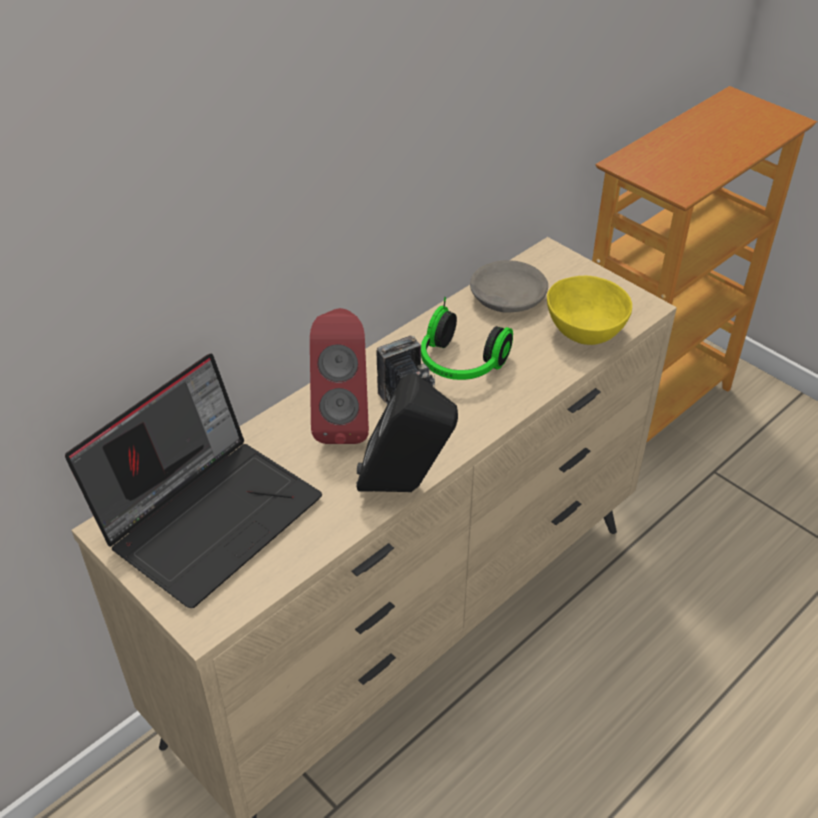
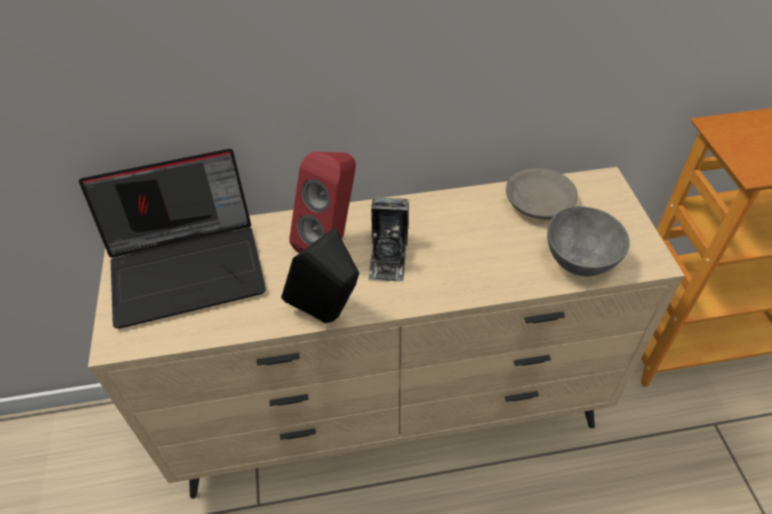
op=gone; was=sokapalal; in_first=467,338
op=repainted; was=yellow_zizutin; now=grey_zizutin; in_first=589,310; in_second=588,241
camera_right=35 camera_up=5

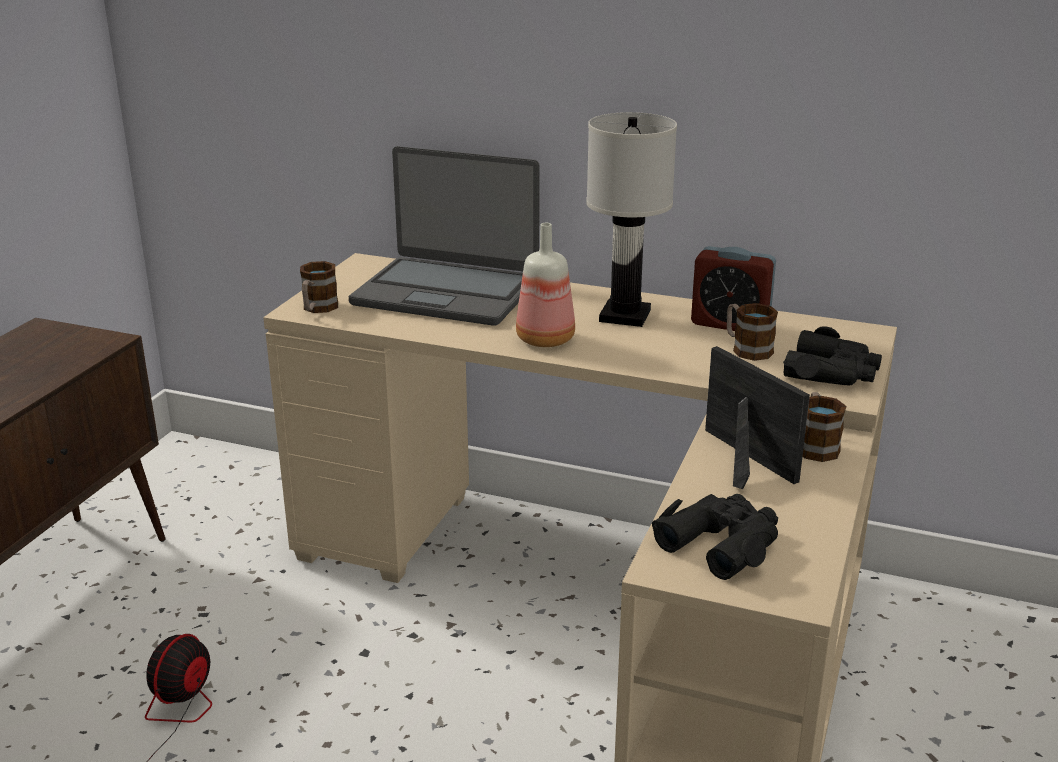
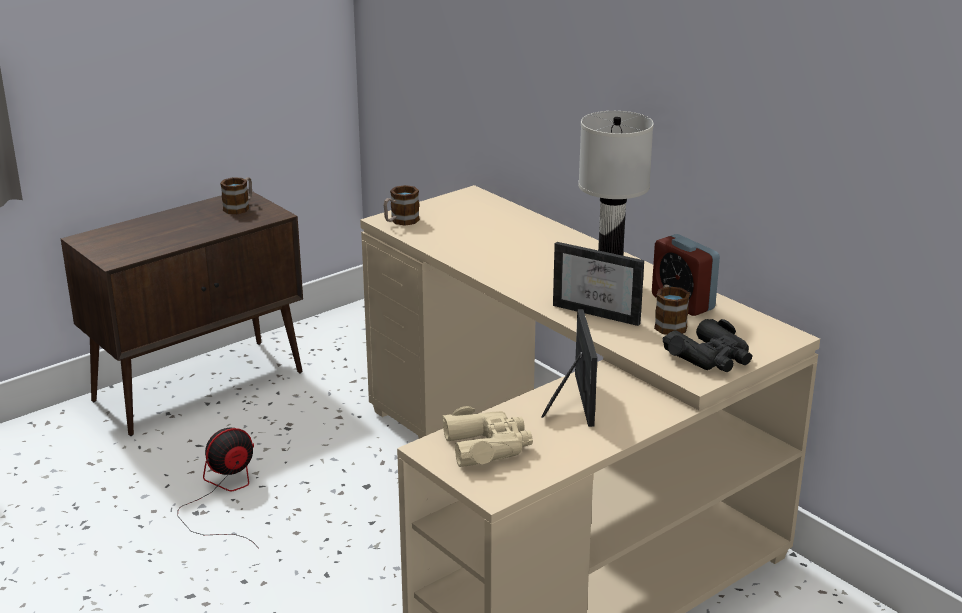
op=gone; was=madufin; in_first=444,236
op=gone; was=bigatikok; in_first=545,285
op=new; now=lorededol; in_second=598,284
op=shifted; was=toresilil; in_first=824,427; in_second=236,195
op=repainted; was=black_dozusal; now=beige_dozusal; in_first=715,537; in_second=487,436
camera_right=30 camera_up=0

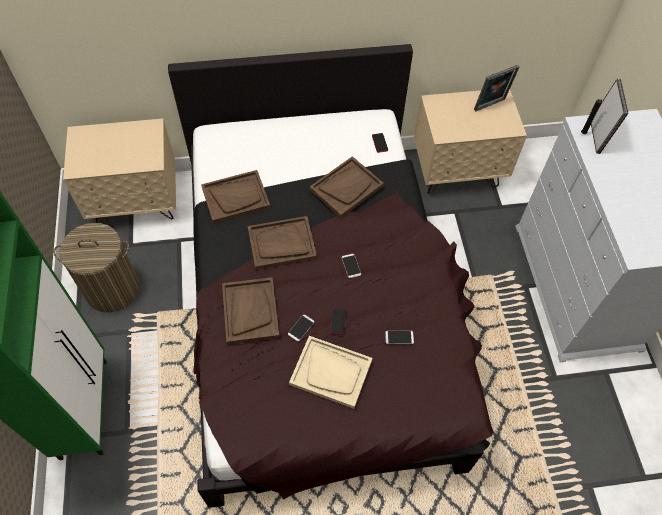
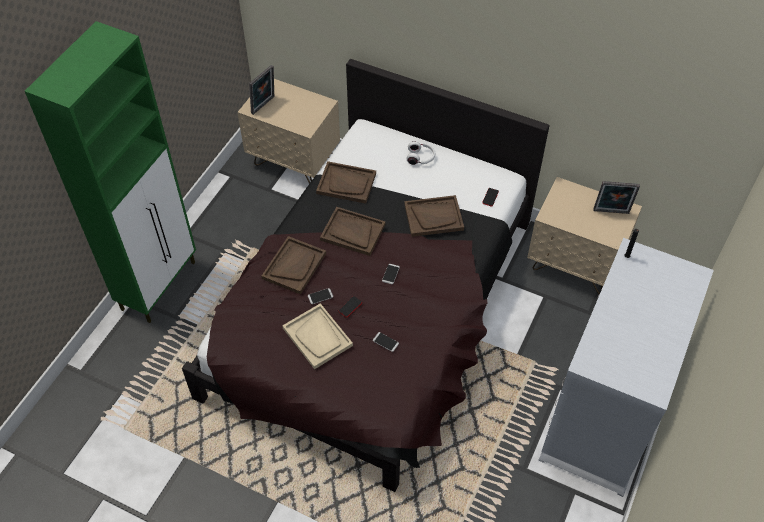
op=gone; was=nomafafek; in_first=96,268
op=new; now=white_sokapalal; in_second=420,153
op=shifted; was=lorededol; in_first=610,116; in_second=261,90
camera_right=35 camera_up=-5

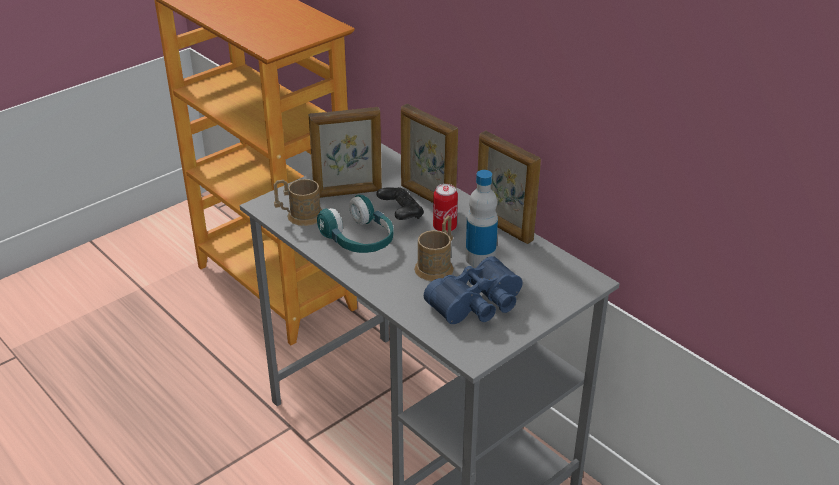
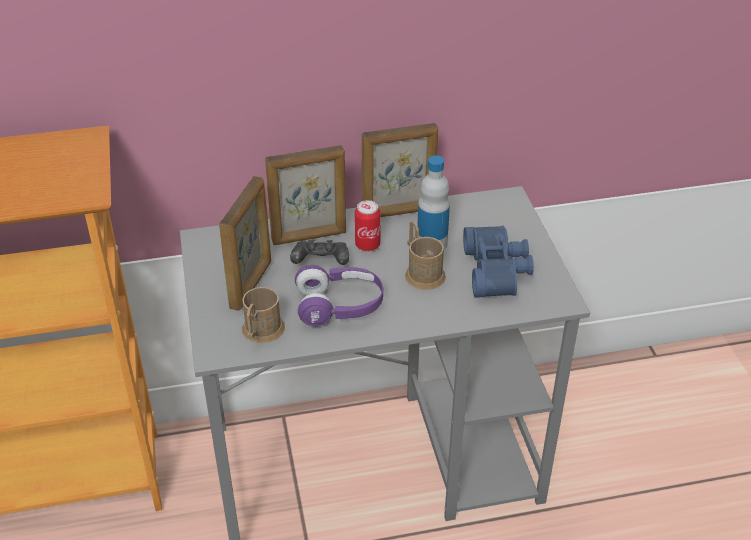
op=repainted; was=turquoise_sokapalal; now=purple_sokapalal; in_first=355,224; in_second=339,296
camera_right=-60 camera_up=5

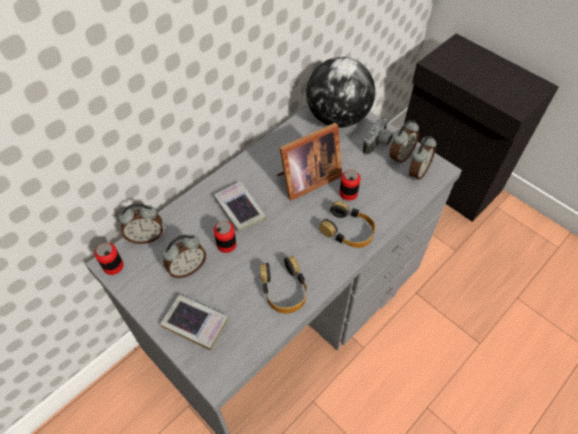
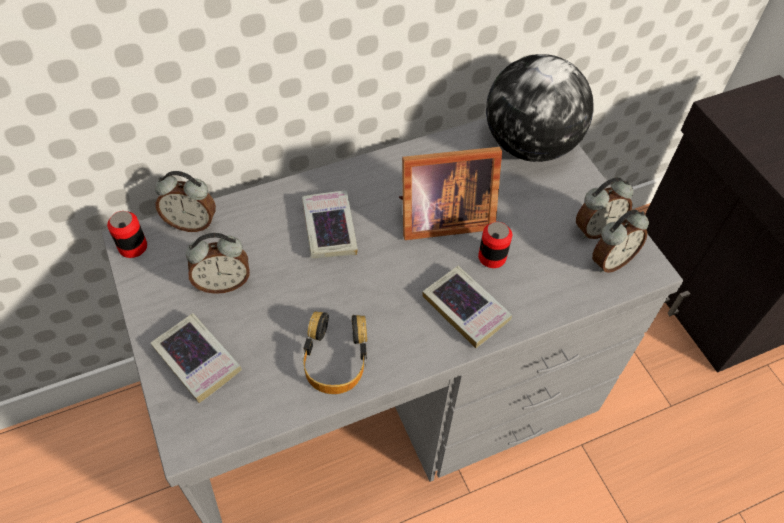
op=gone; was=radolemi; in_first=225,237
op=gone; was=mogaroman; in_first=378,136
op=swapped; was=sokapalal; now=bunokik; in_first=347,224; in_second=467,307
camera_right=20 camera_up=0

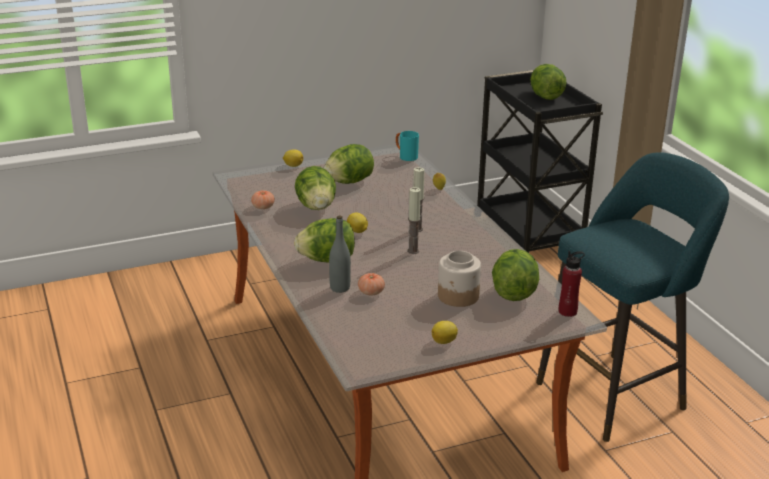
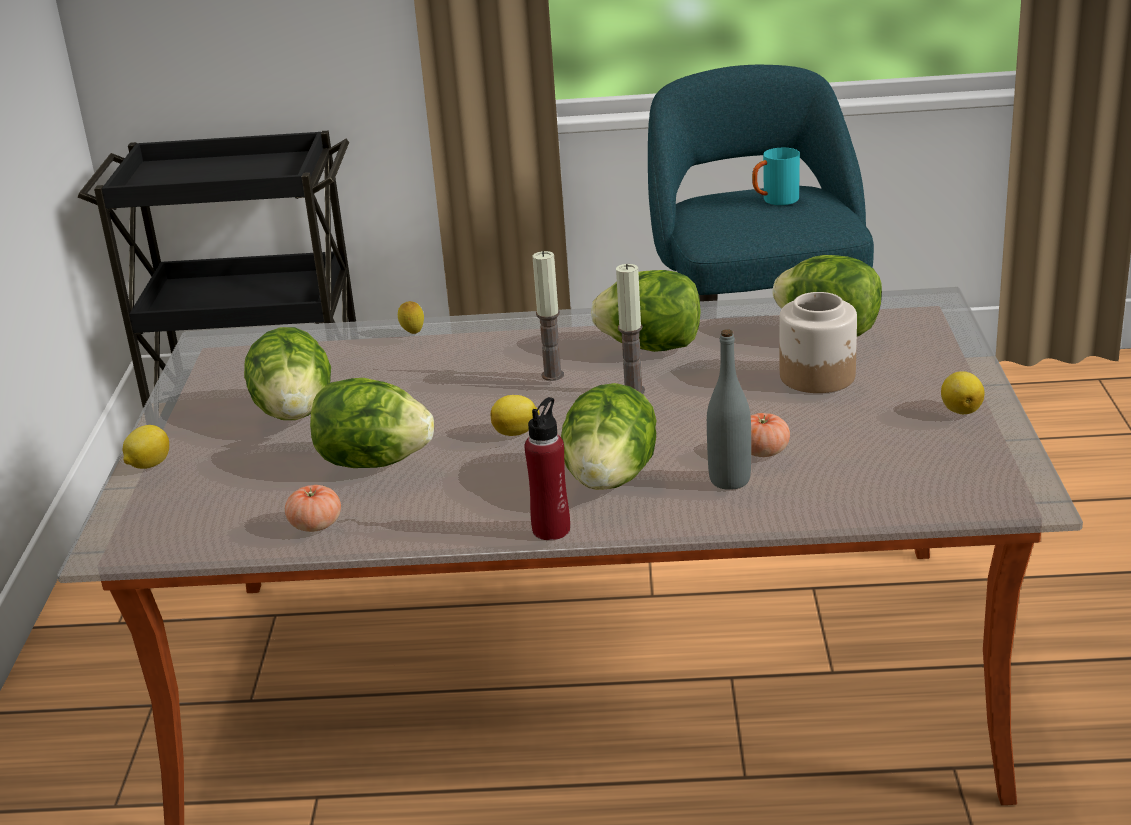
op=shifted; was=turquoise_toresilil; in_first=407,146; in_second=776,176
op=shifted; was=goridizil; in_first=548,82; in_second=646,311
op=shifted; was=red_bigatikok; in_first=572,284; in_second=547,468
camera_right=-65 camera_up=0

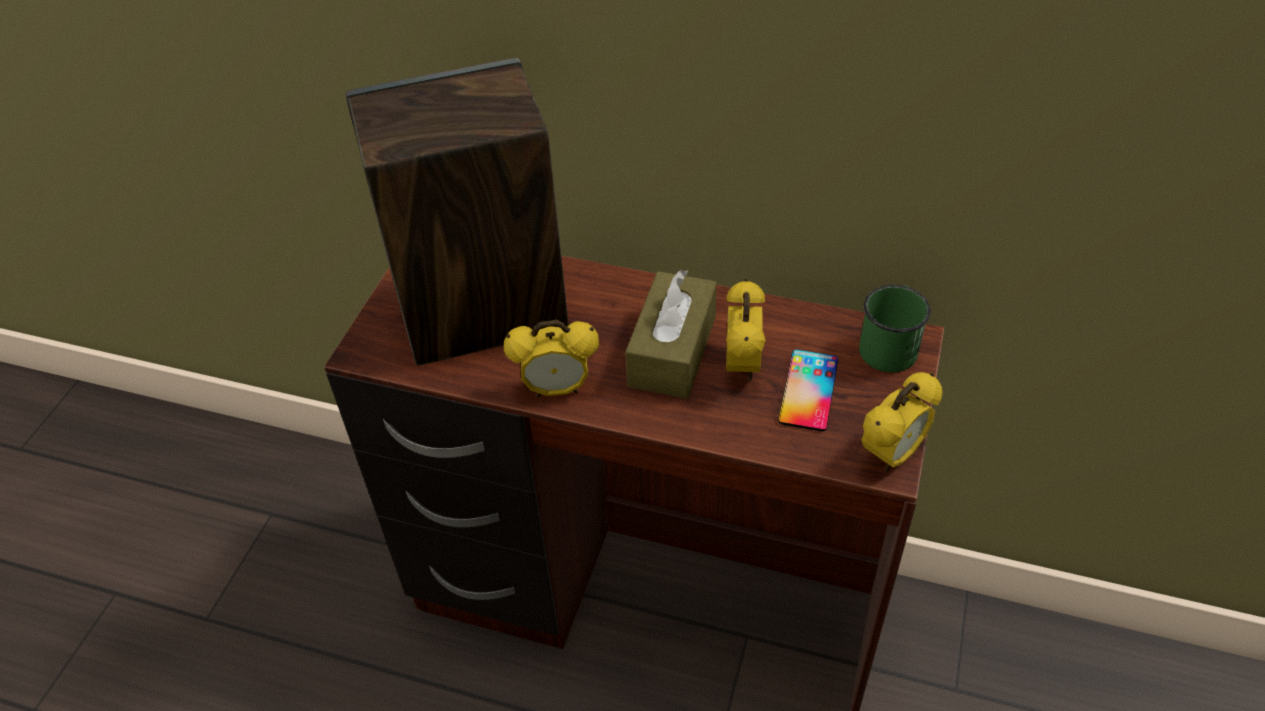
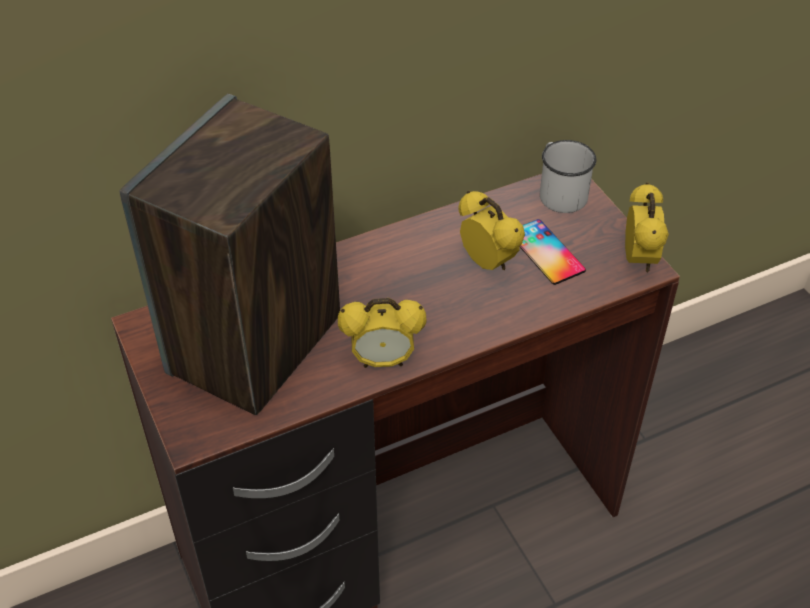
op=gone; was=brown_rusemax; in_first=671,334
op=repainted; was=green_toresilil; now=white_toresilil; in_first=895,329; in_second=568,176
op=rotated; was=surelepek; in_first=551,358; in_second=382,333; clockwise=45
camera_right=-45 camera_up=0

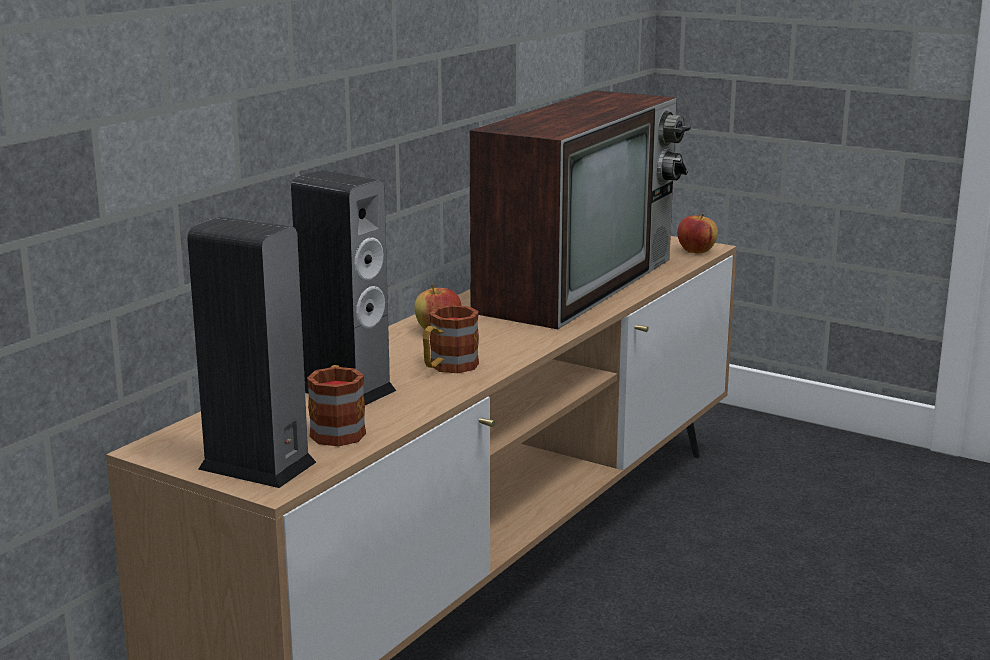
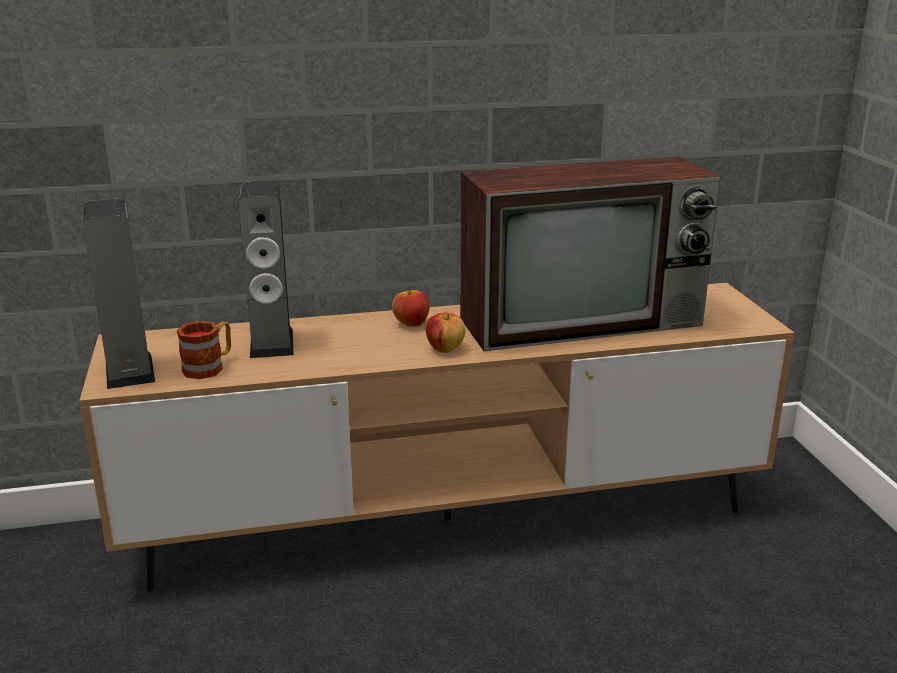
op=gone; was=toresilil; in_first=451,339
op=shifted; was=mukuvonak; in_first=697,233; in_second=446,332
camera_right=45 camera_up=5

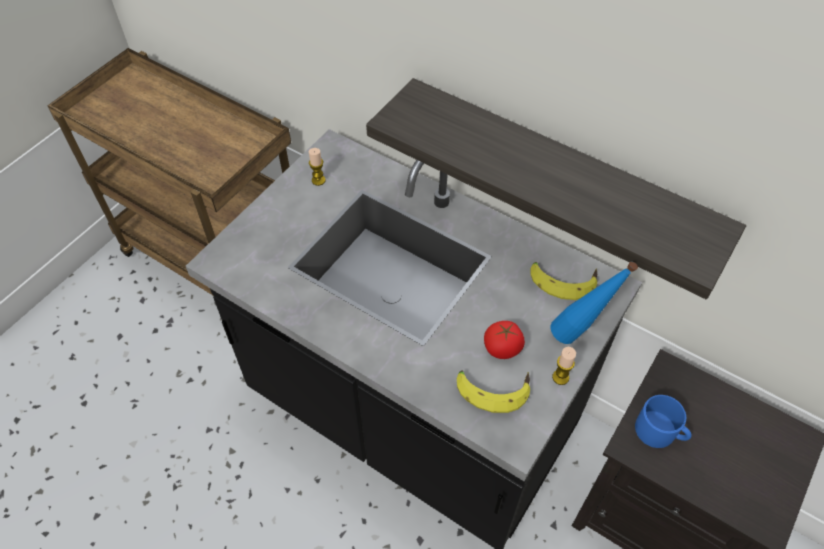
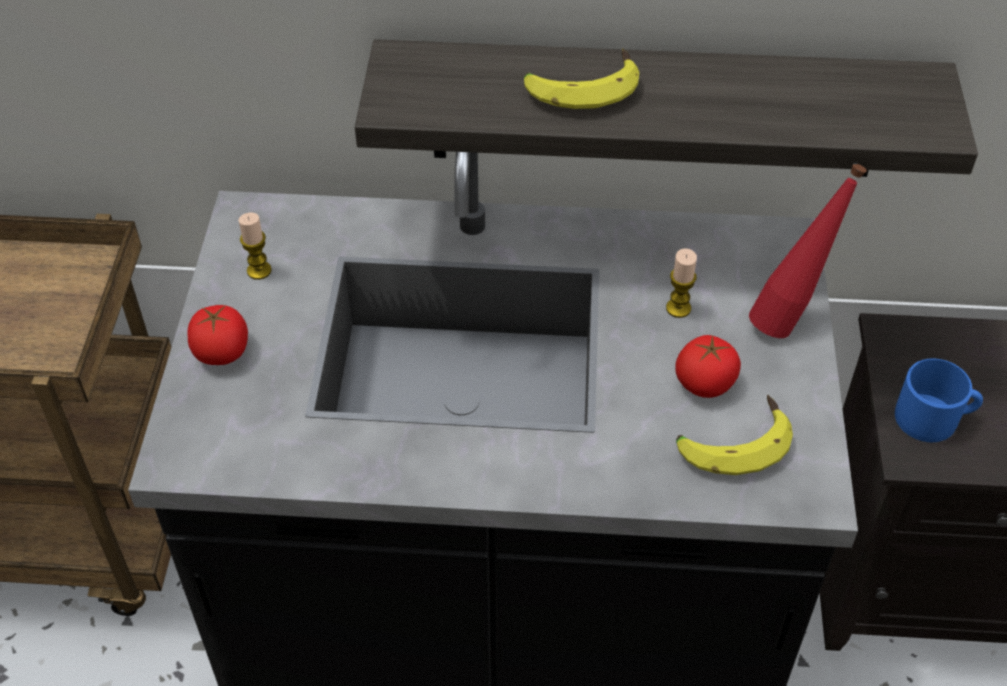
op=new; now=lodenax; in_second=217,335
op=shifted; was=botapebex; in_first=564,281; in_second=581,78
op=shifted; was=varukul; in_first=564,366; in_second=681,283
op=repainted; was=blue_bigatikok; now=red_bigatikok; in_first=594,302; in_second=808,251
camera_right=-30 camera_up=-5

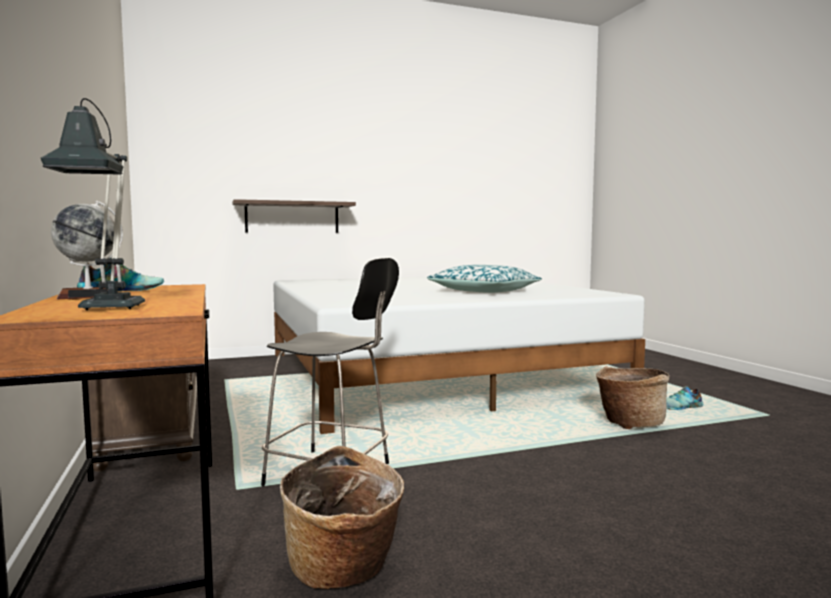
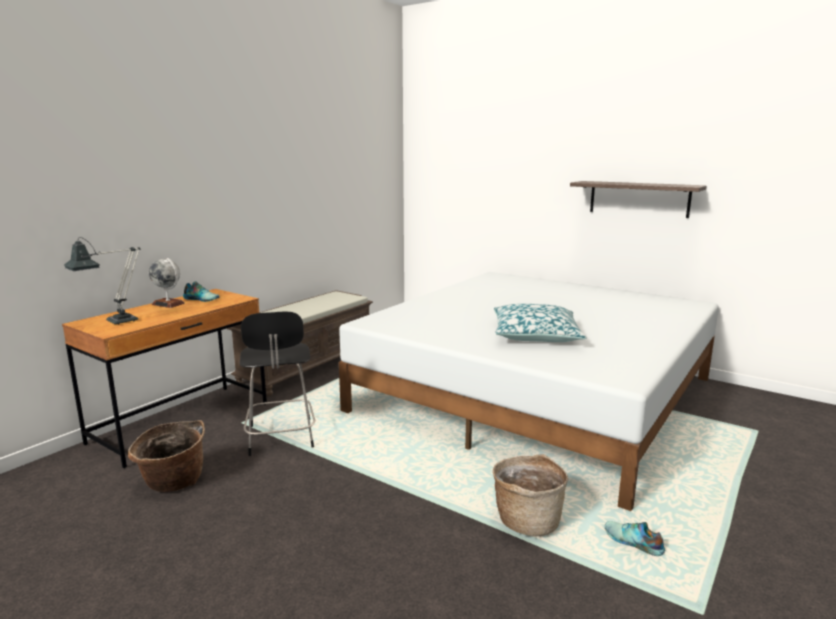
op=shifted; was=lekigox; in_first=294,216; in_second=638,199
camera_right=55 camera_up=10

